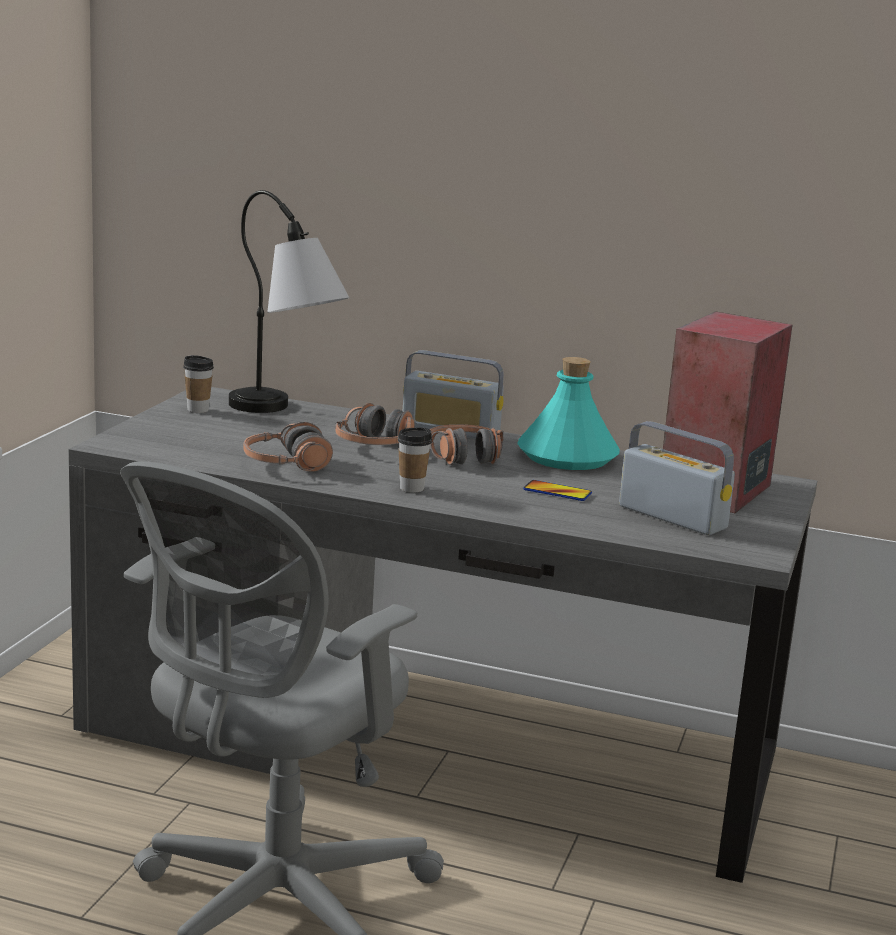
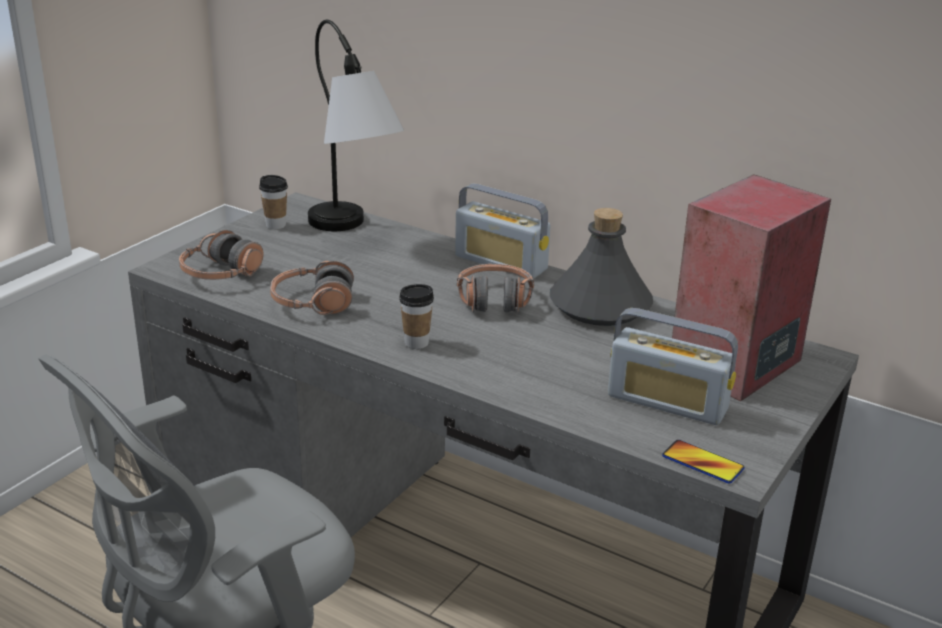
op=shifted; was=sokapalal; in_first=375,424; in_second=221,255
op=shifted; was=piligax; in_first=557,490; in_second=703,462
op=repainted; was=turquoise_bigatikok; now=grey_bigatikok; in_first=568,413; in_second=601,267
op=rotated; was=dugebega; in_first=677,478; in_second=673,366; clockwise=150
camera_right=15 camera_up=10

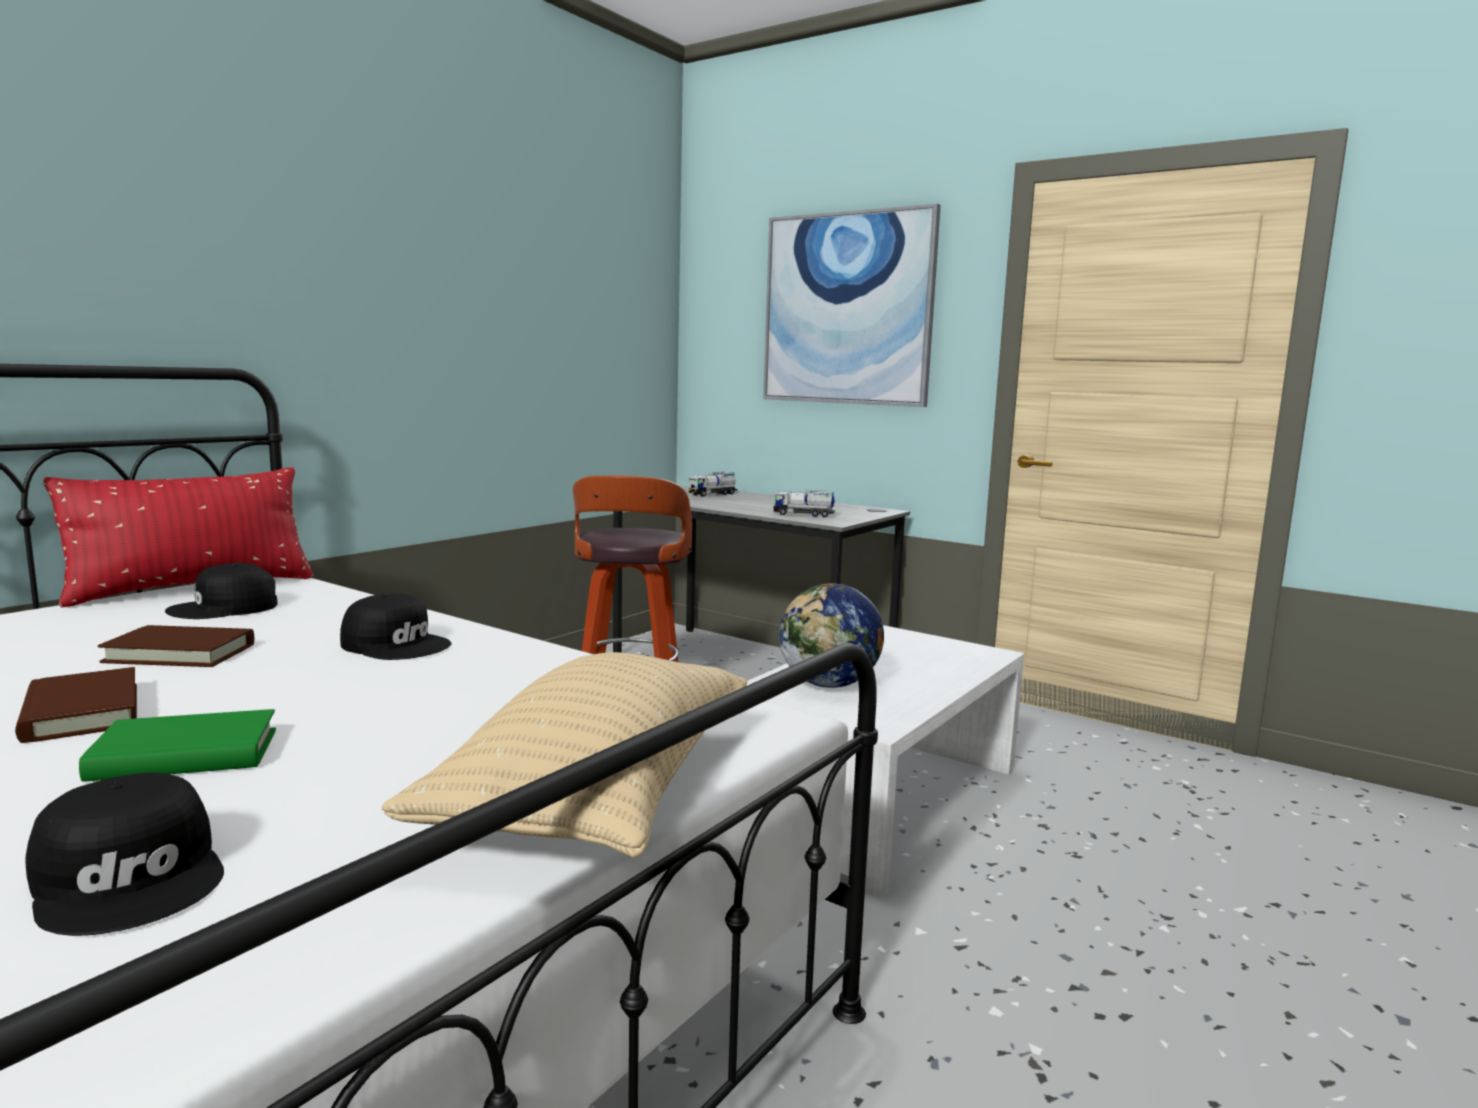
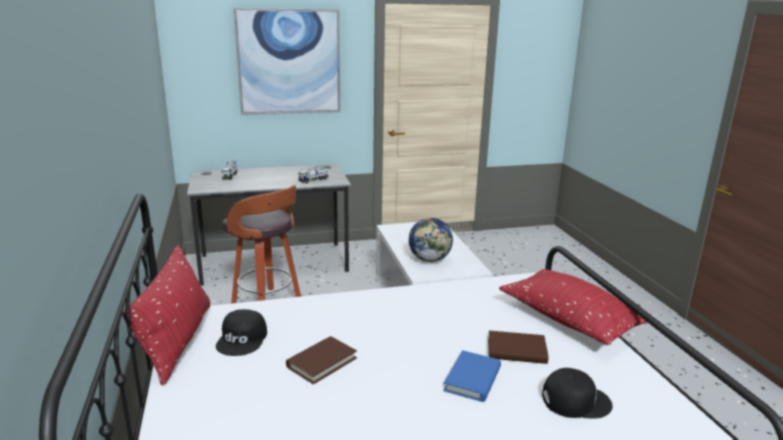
op=gone; was=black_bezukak; in_first=396,626
op=shifted; was=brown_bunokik; in_first=76,705; in_second=518,347
op=repainted; was=green_bunokik; now=blue_bunokik; in_first=177,745; in_second=472,376
op=repainted; was=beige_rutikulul; now=red_rutikulul; in_first=564,755; in_second=573,307
camera_right=-50 camera_up=10

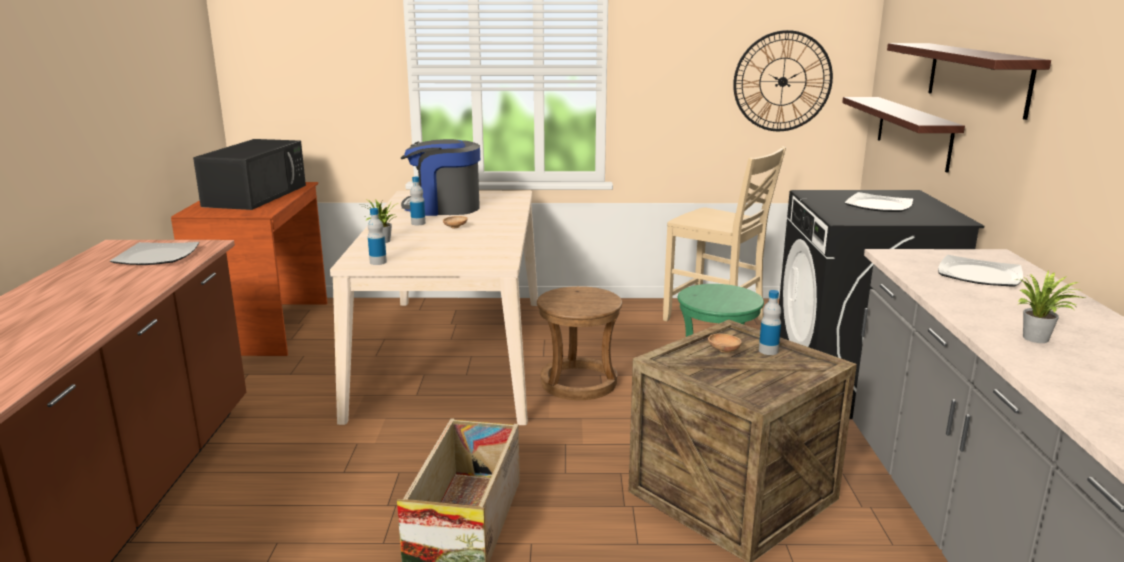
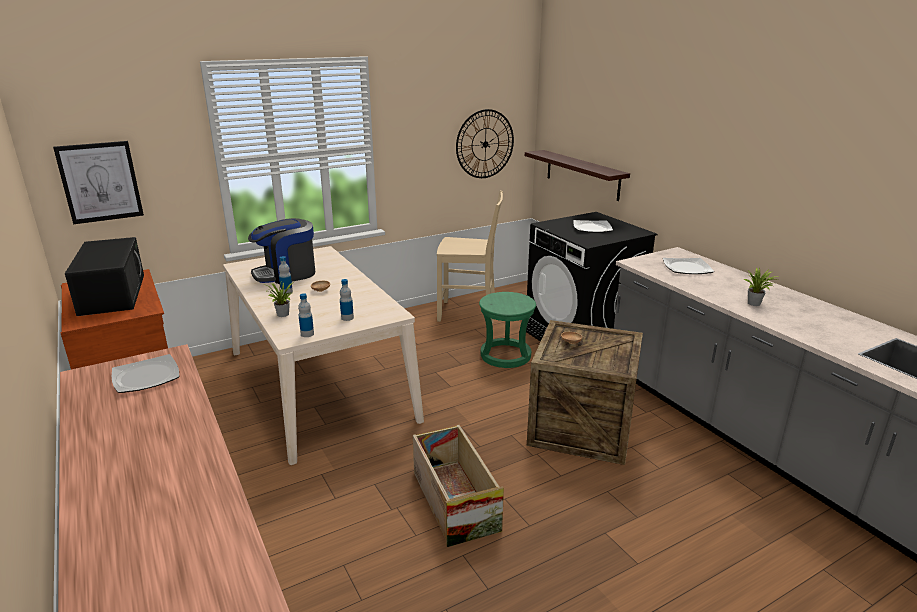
op=gone; was=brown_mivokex; in_first=579,343
op=gone; was=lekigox; in_first=969,81
op=new; now=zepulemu; in_second=98,182
op=shifted; was=bigatikok; in_first=770,322; in_second=347,300
camera_right=-30 camera_up=5

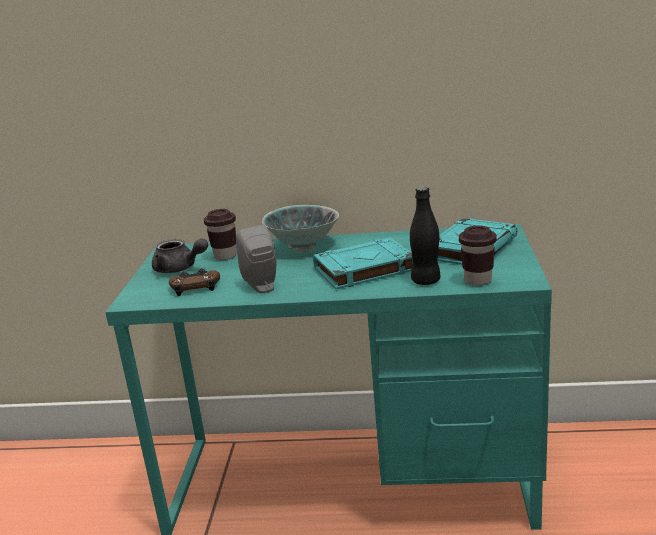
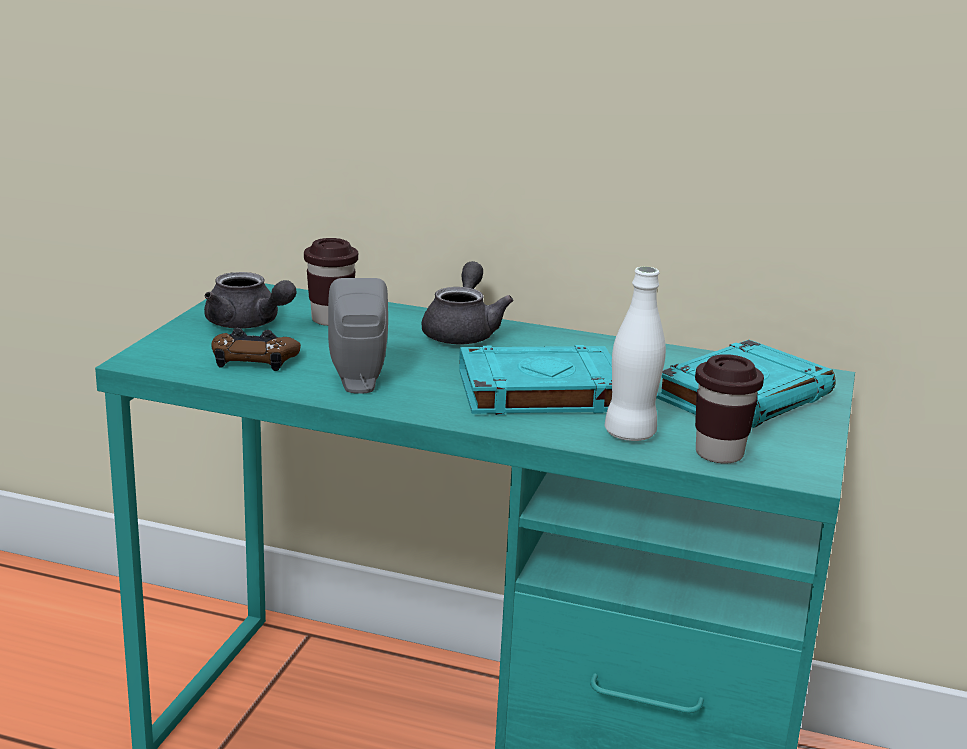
op=swapped; was=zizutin; now=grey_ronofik; in_first=300,228; in_second=467,302
op=repainted; was=black_bigatikok; now=white_bigatikok; in_first=425,236; in_second=635,354
camera_right=10 camera_up=0

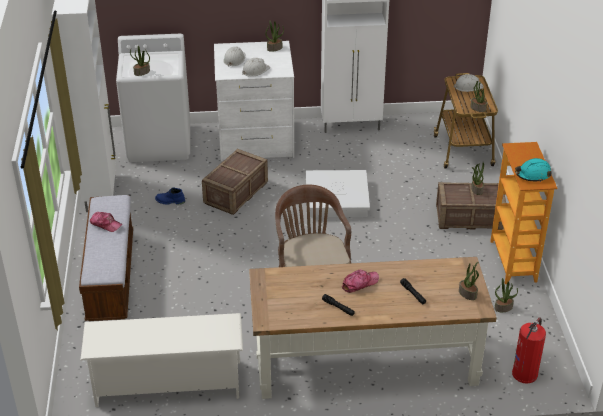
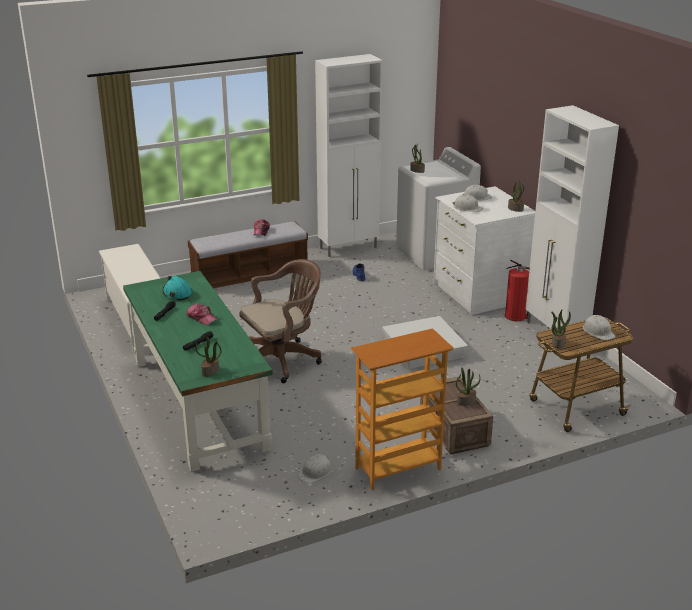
op=gone; was=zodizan; in_first=235,182
op=shifted; was=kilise; in_first=529,350; in_second=517,290
op=shifted; was=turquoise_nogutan; in_first=533,170; in_second=177,288
op=swapped; was=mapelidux; now=white_nogutan; in_first=506,295; in_second=315,468
op=repainted; was=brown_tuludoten; now=green_tuludoten; in_first=373,328; in_second=198,371
camera_right=70 camera_up=-10

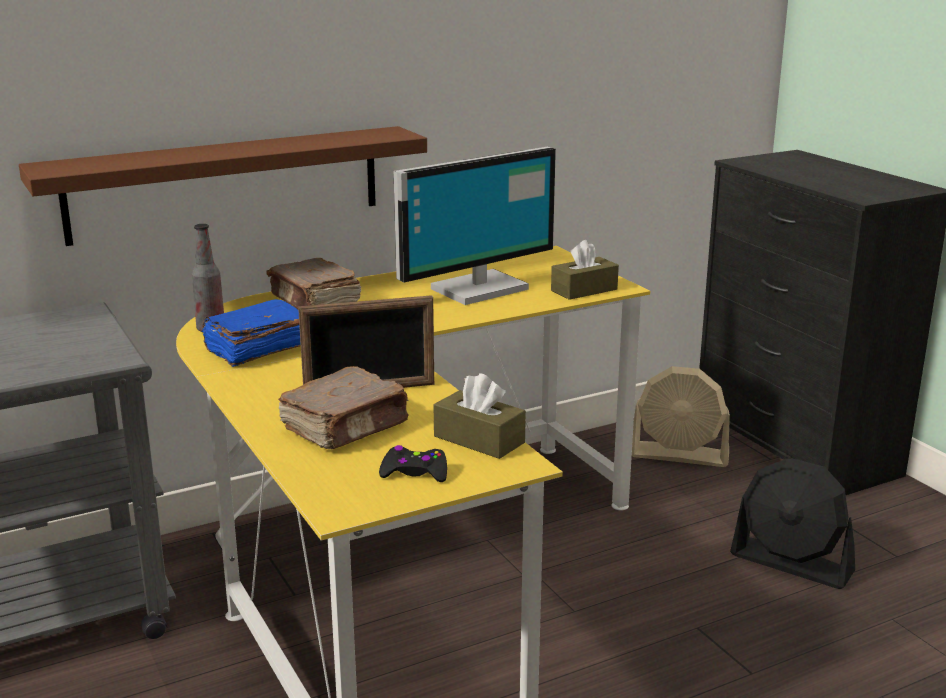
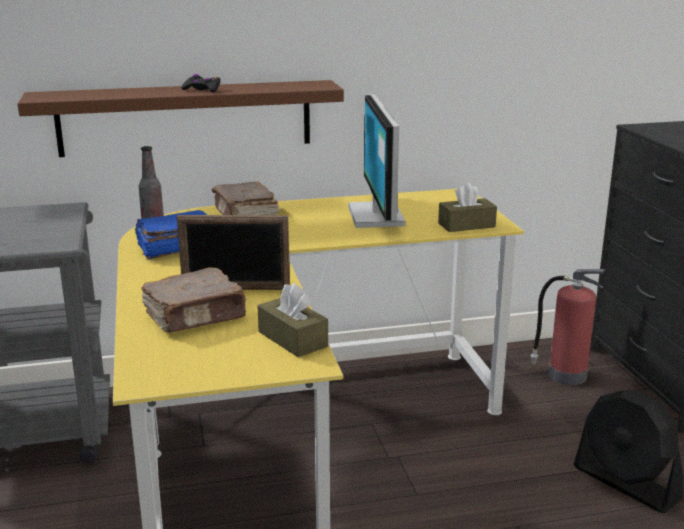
op=shifted; was=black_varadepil; in_first=413,463; in_second=201,83
op=swapped; was=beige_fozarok; now=kilise; in_first=681,416; in_second=568,327
op=rotated; was=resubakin; in_first=475,226; in_second=377,161; clockwise=105
camera_right=15 camera_up=0

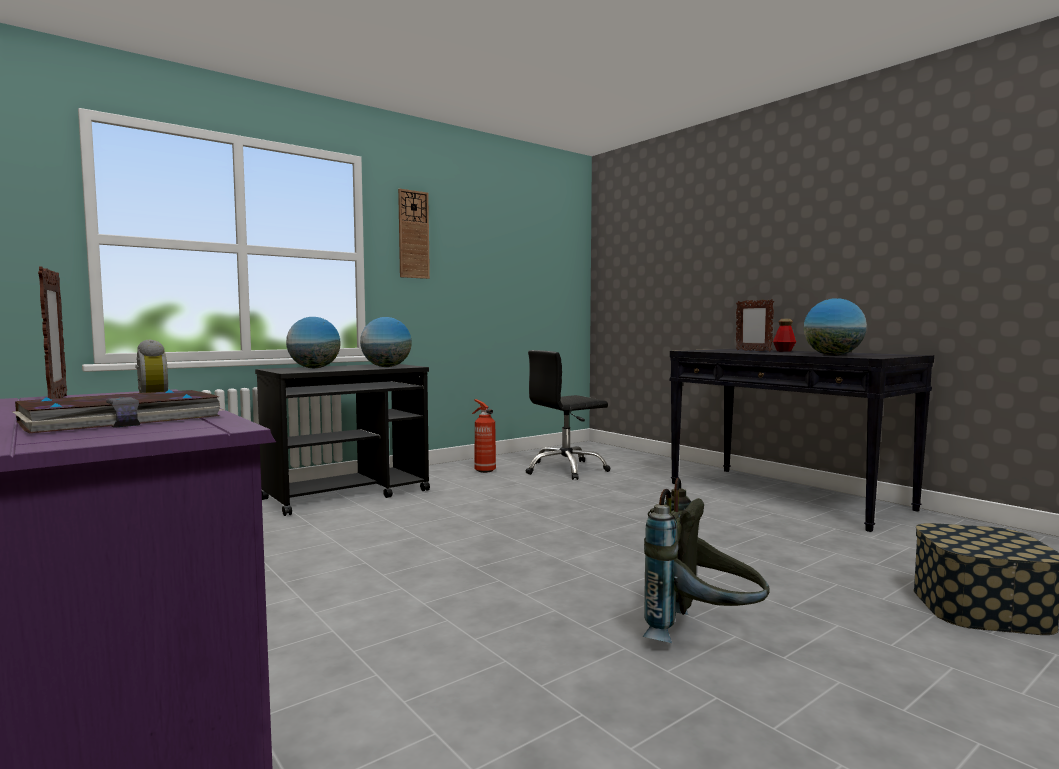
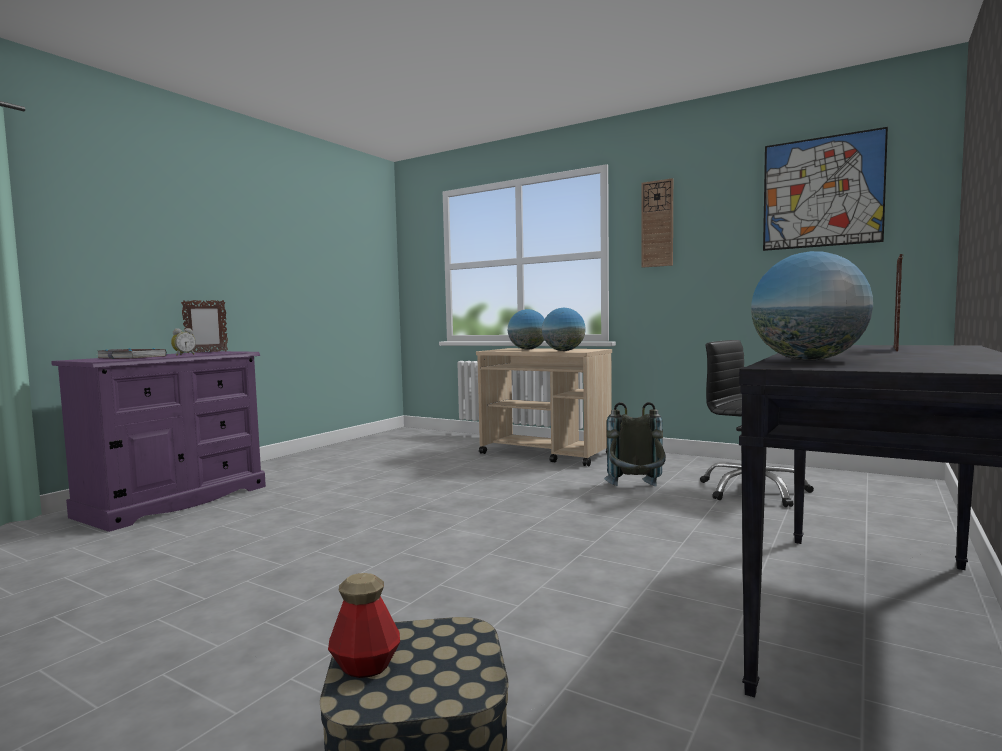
op=gone; was=kilise; in_first=484,436
op=new; now=zepulemu; in_second=825,189
op=shifted; was=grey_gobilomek; in_first=706,560; in_second=635,444
op=shifted; was=bigatikok; in_first=784,335; in_second=364,625
op=repainted; was=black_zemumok; now=beige_zemumok; in_first=342,440; in_second=544,407
camera_right=70 camera_up=0

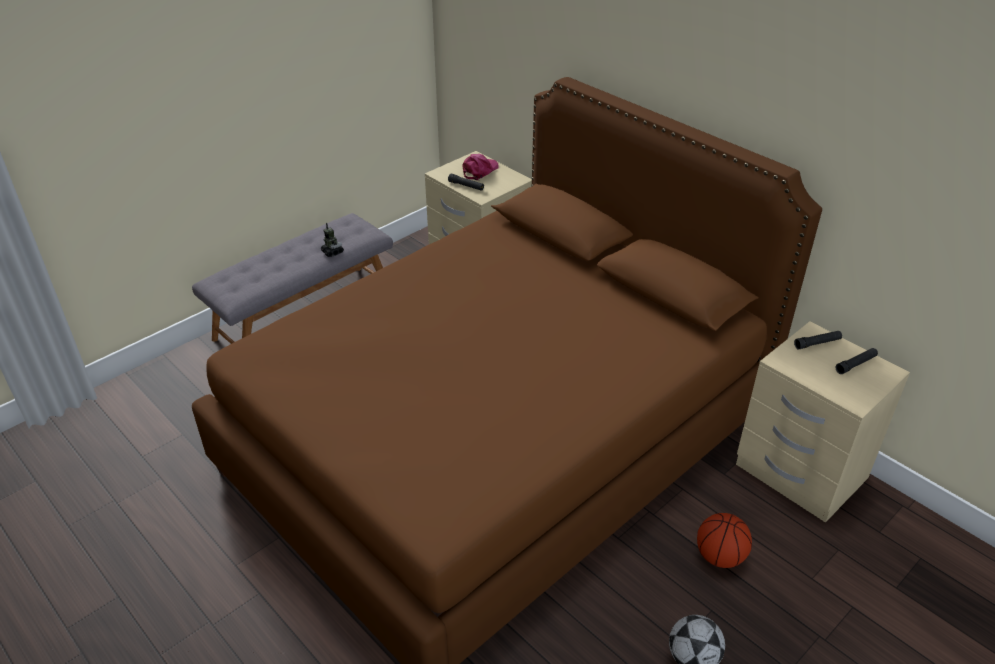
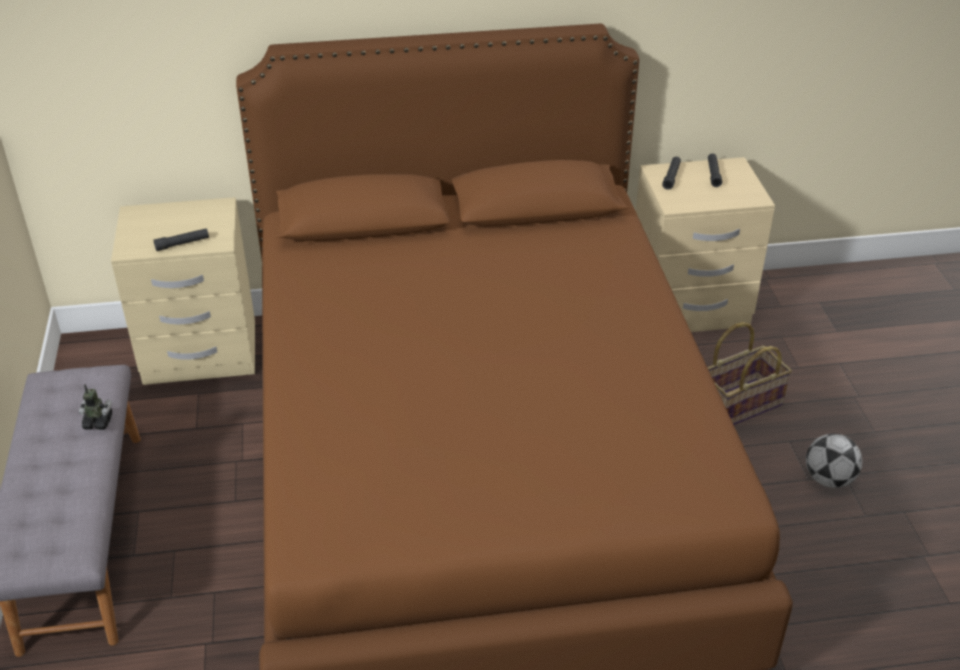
op=gone; was=pink_bezukak; in_first=480,167
op=swapped; was=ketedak; now=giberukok; in_first=724,540; in_second=749,373
camera_right=-55 camera_up=0

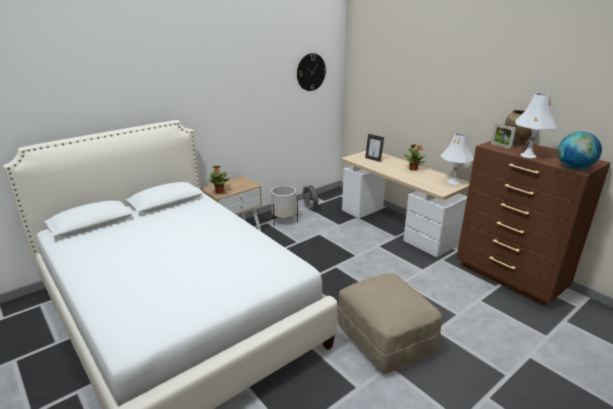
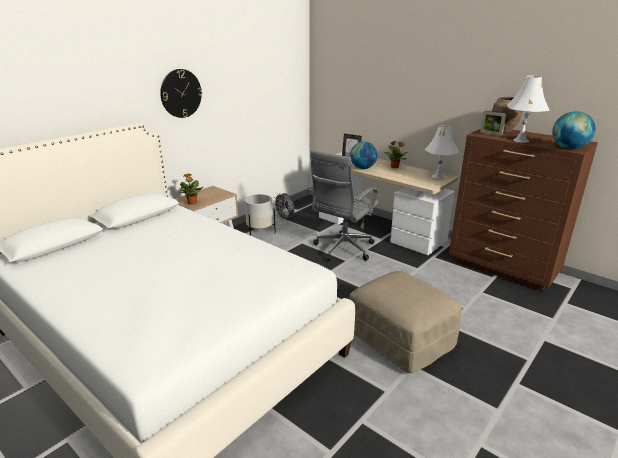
op=new; now=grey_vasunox; in_second=344,205
op=new; now=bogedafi; in_second=363,155
op=shifted; was=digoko; in_first=311,72; in_second=181,93
camera_right=-10 camera_up=0

